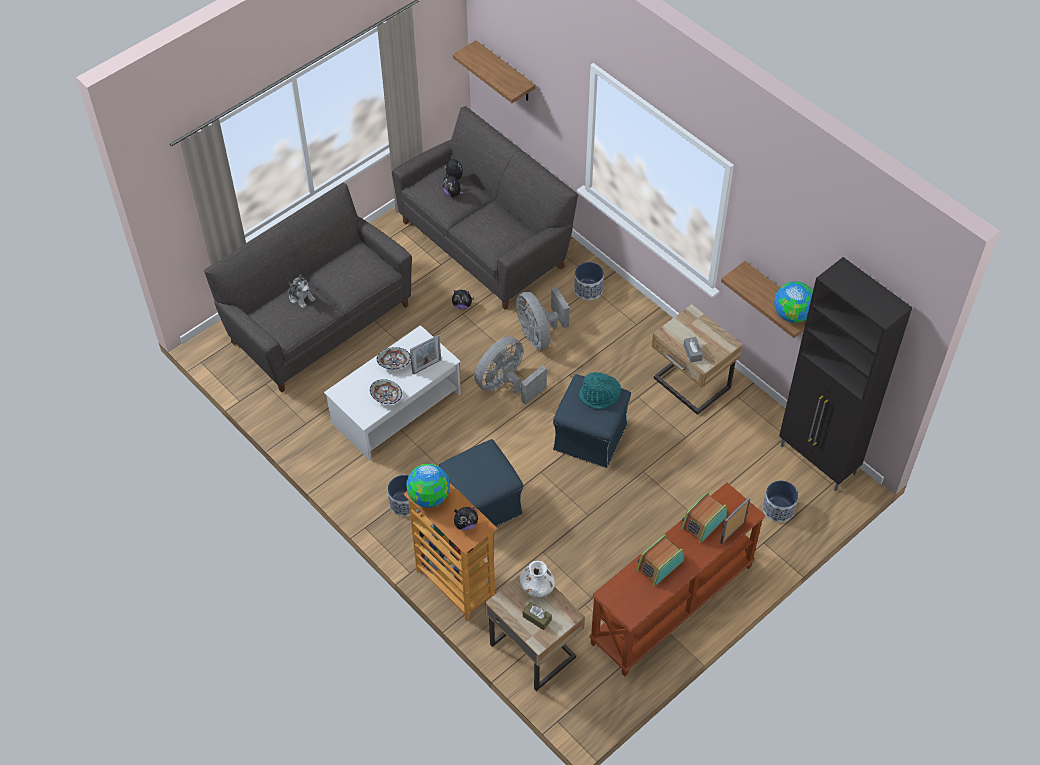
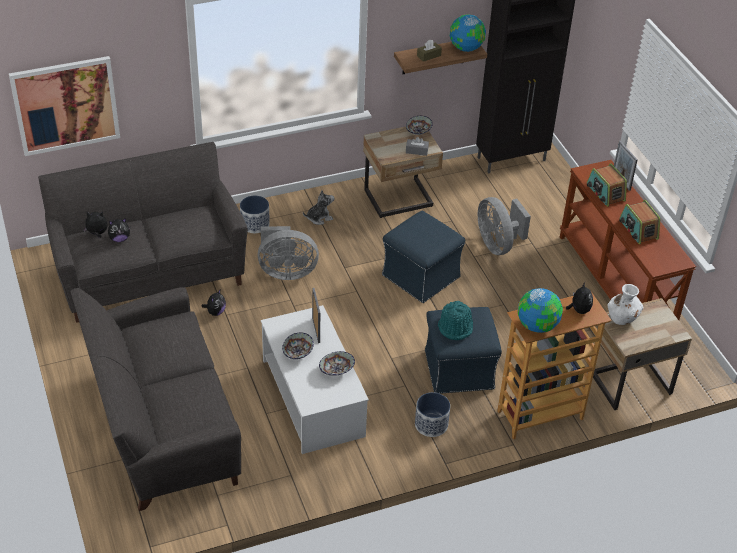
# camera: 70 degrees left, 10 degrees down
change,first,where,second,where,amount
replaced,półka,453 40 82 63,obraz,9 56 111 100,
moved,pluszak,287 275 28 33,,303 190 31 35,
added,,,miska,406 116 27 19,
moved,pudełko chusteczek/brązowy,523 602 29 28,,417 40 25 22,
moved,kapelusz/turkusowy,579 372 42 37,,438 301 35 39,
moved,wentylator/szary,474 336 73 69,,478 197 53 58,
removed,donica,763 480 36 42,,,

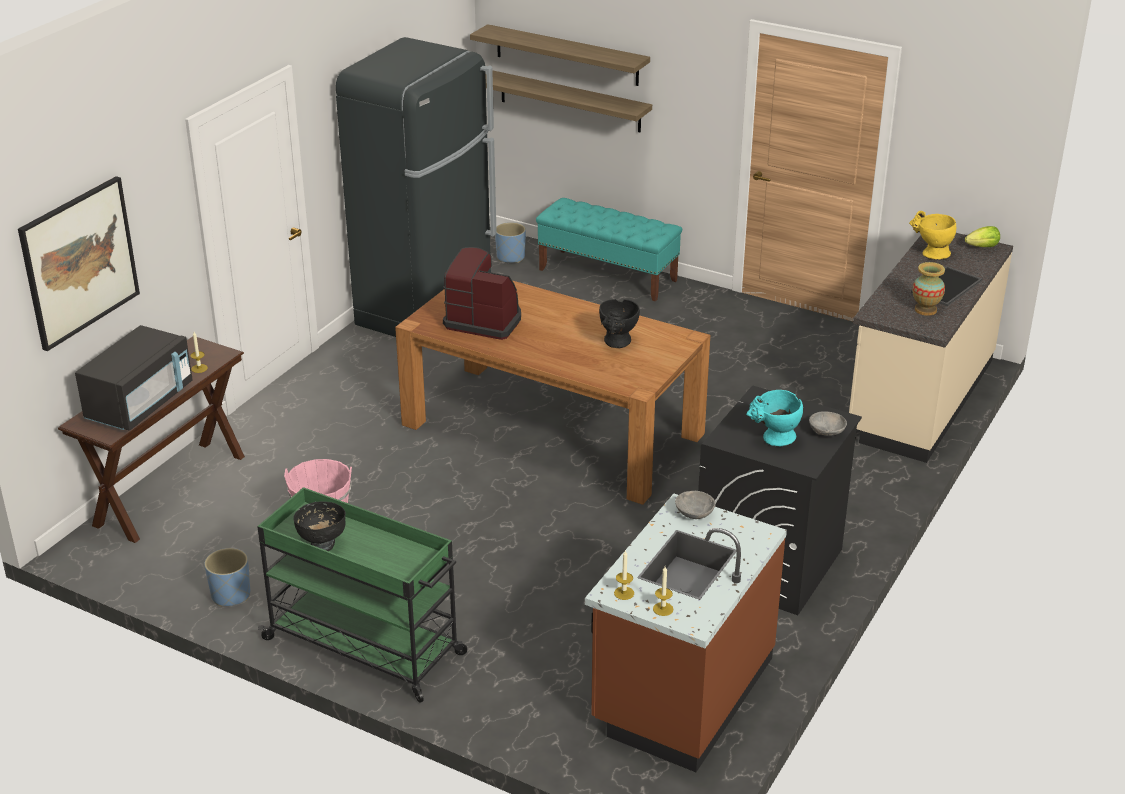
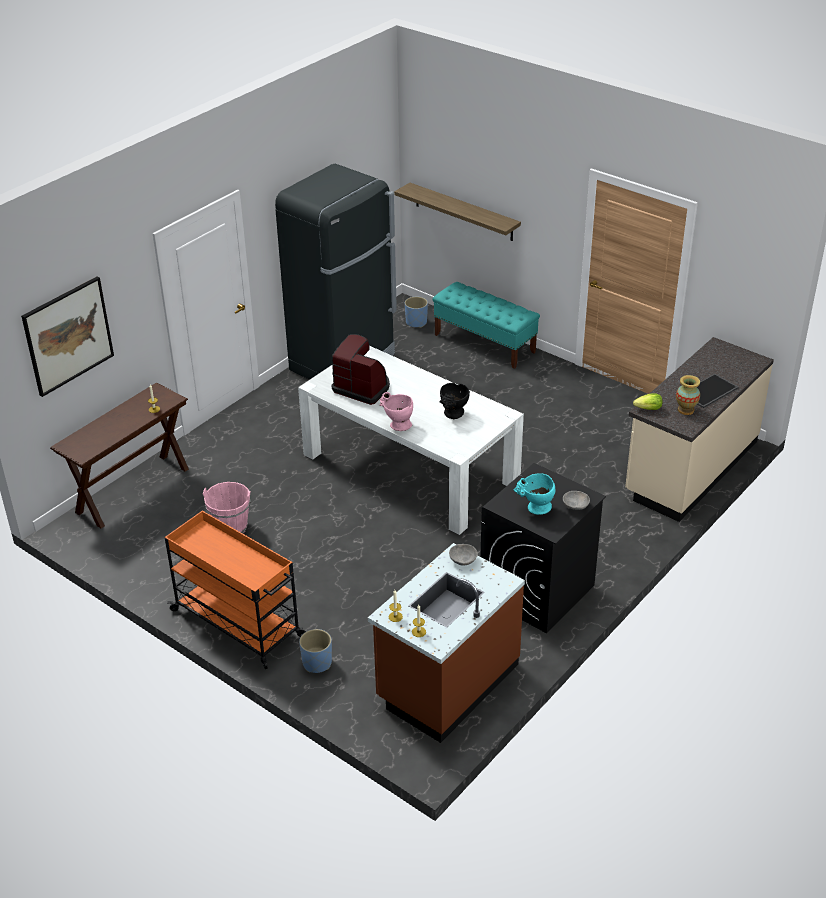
# camera: 10 degrees right, 5 degrees up
change,first,where,second,where,amount
recoloured,wózek/zielony,257 487 210 216,wózek/pomarańczowy,165 511 141 158,
recoloured,stół jadalny/brązowy,395 281 315 224,stół jadalny/biały,298 346 226 189,
moved,donica/niebieski,204 548 46 59,,299 629 33 44,
added,,,wazon/różowy,380 392 33 39,
moved,sałata,965 226 35 21,,633 393 29 17,
removed,mikrofalówka/czarny,75 325 118 106,,,
removed,miska/czarny,293 501 53 50,,,
removed,półka,470 24 180 62,,,
removed,wazon/żółty,909 211 47 49,,,

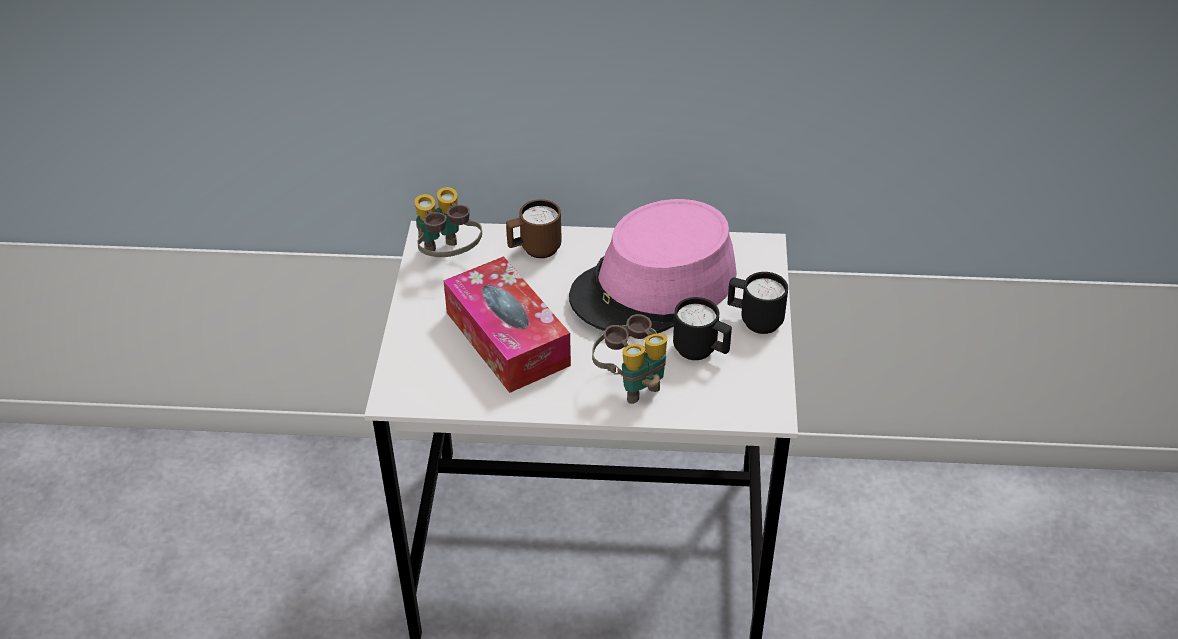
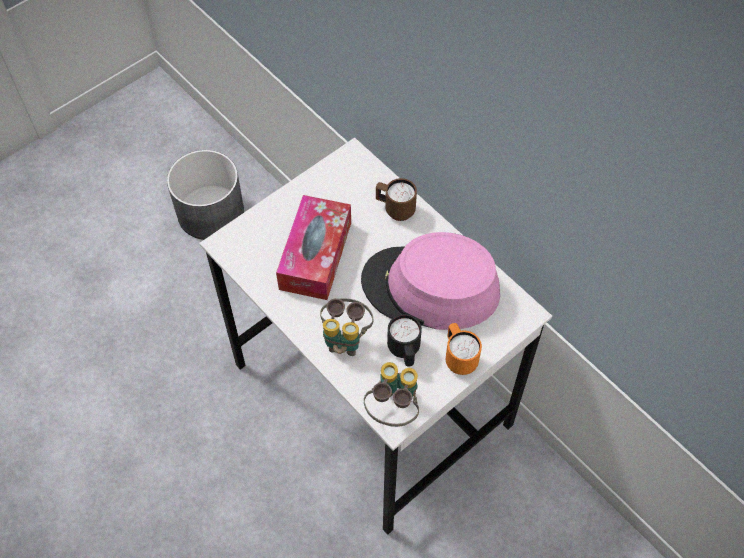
# camera: 45 degrees right, 15 degrees up
change,first,where,second,where,amount
added,,,donica/szary,167 150 77 90,
moved,lornetka,415 187 67 70,,364 362 55 65,
recoloured,kubek/czarny,727 272 61 62,kubek/pomarańczowy,446 323 36 52,

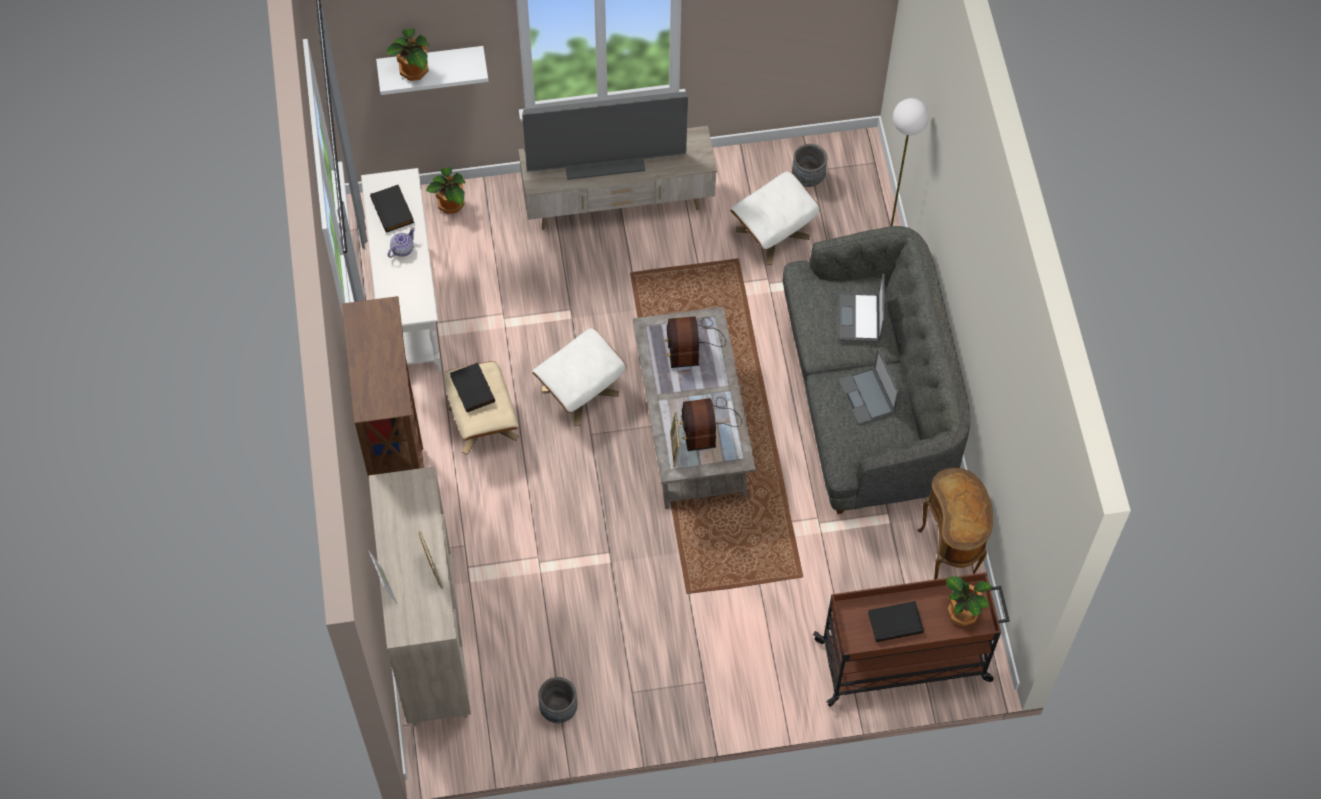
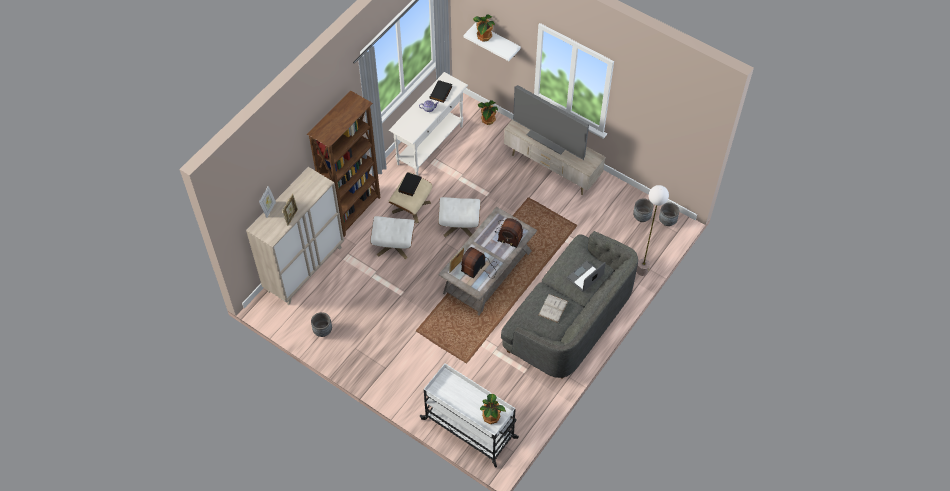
# camera: 45 degrees right, 5 degrees down
change,first,where,second,where,amount
moved,pufa/biały,730 171 90 94,,370 216 45 43,
recoloured,wózek/brązowy,813 572 197 135,wózek/biały,420 363 99 105,
turned,radio,665 316 61 52,,495 218 28 30,105 degrees counterclockwise
replaced,laptop,838 348 62 77,książka/biały,539 294 29 29,
added,,,donica/szary,659 202 21 24,
removed,książka/czarny,868 601 56 41,,,
removed,stolik/brązowy,917 468 76 112,,,

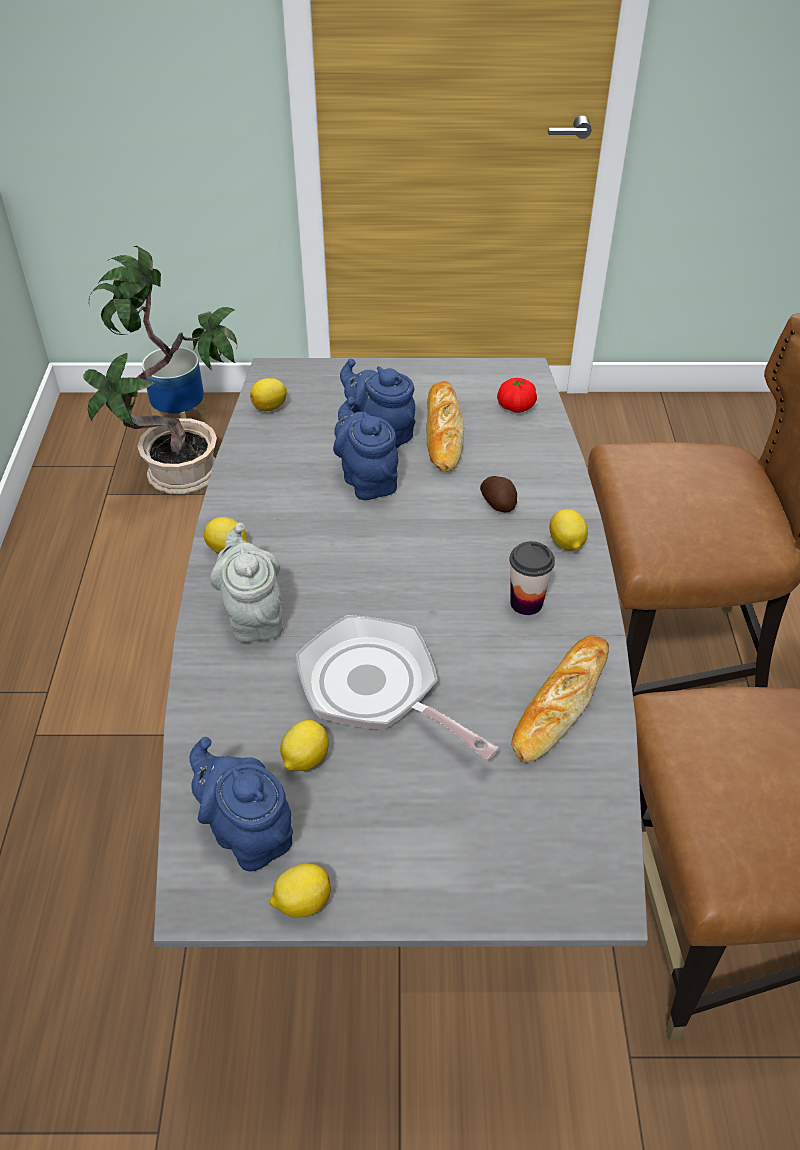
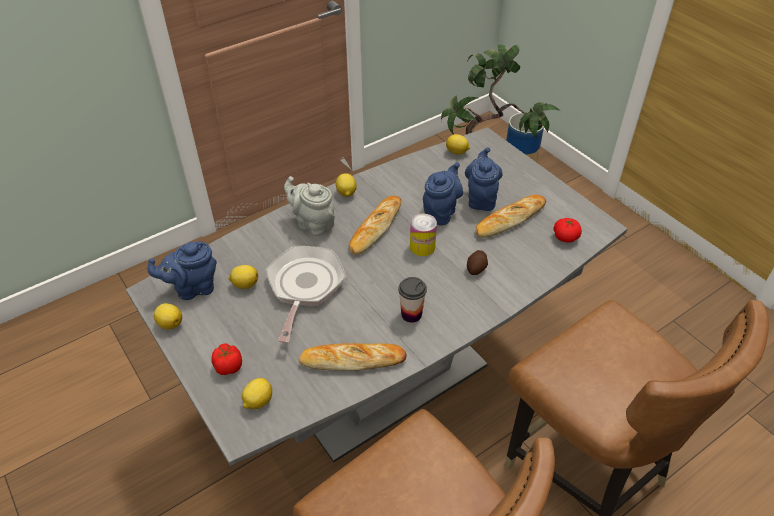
# camera: 55 degrees right, 0 degrees up
change,first,where,second,where,amount
turned,imbryk/niebieski,189 737 104 134,,148 241 69 59,120 degrees counterclockwise
added,,,pomidor,211 344 31 31,
moved,cytryna,550 509 38 42,,242 378 30 31,
turned,imbryk/szary,210 523 73 120,,284 176 51 60,90 degrees counterclockwise
added,,,chleb,349 196 52 59,
added,,,puszka,410 214 27 42,

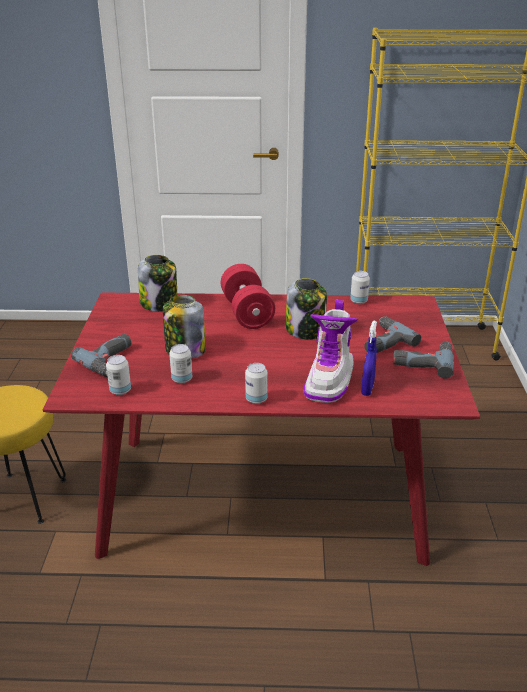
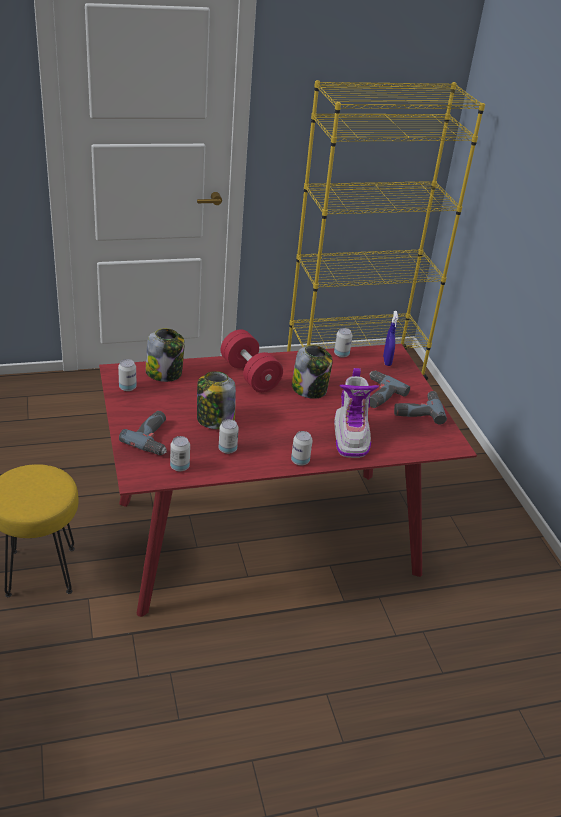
# camera: 20 degrees left, 5 degrees up
change,first,where,second,where,amount
added,,,puszka,118 359 19 32,
moved,spryskiwacz/niebieski,361 321 16 75,,383 311 15 55,

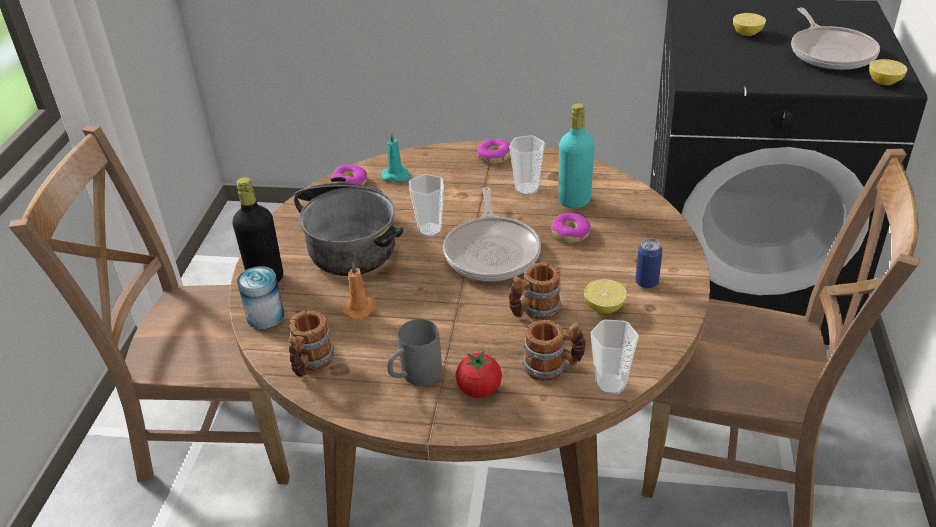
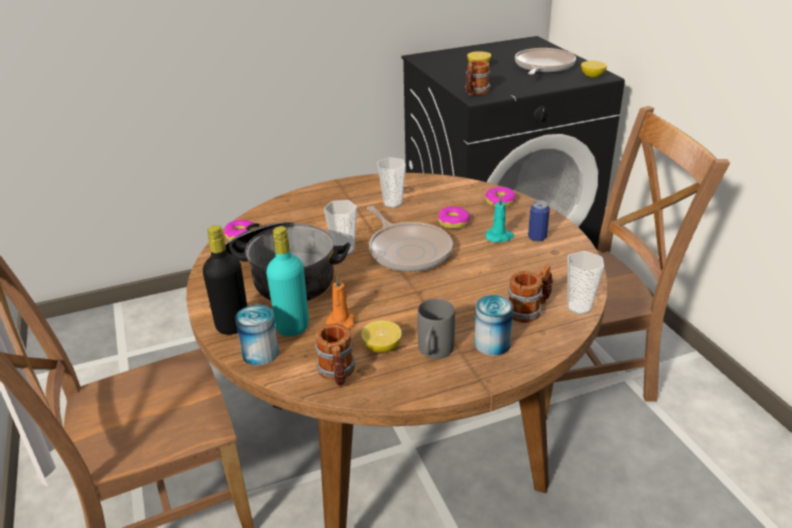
# camera: 30 degrees left, 5 degrees down
change,first,where,second,where,amount
moved,butelka/turkusowy,559 103 36 106,,266 226 43 111,
moved,cytryna,584 279 43 35,,361 320 41 33,
moved,kubek,509 262 52 58,,465 60 26 36,
replaced,pomidor,456 350 46 48,puszka,474 295 39 61,
moved,donut,477 139 34 25,,485 187 31 20,
moved,świeca/turkusowy,382 132 30 50,,485 195 29 47,
turned,patelnia,791 8 89 62,,515 48 61 27,120 degrees counterclockwise

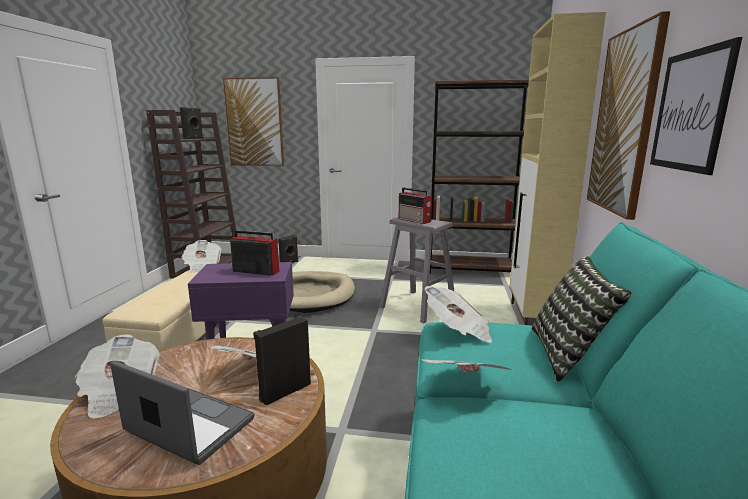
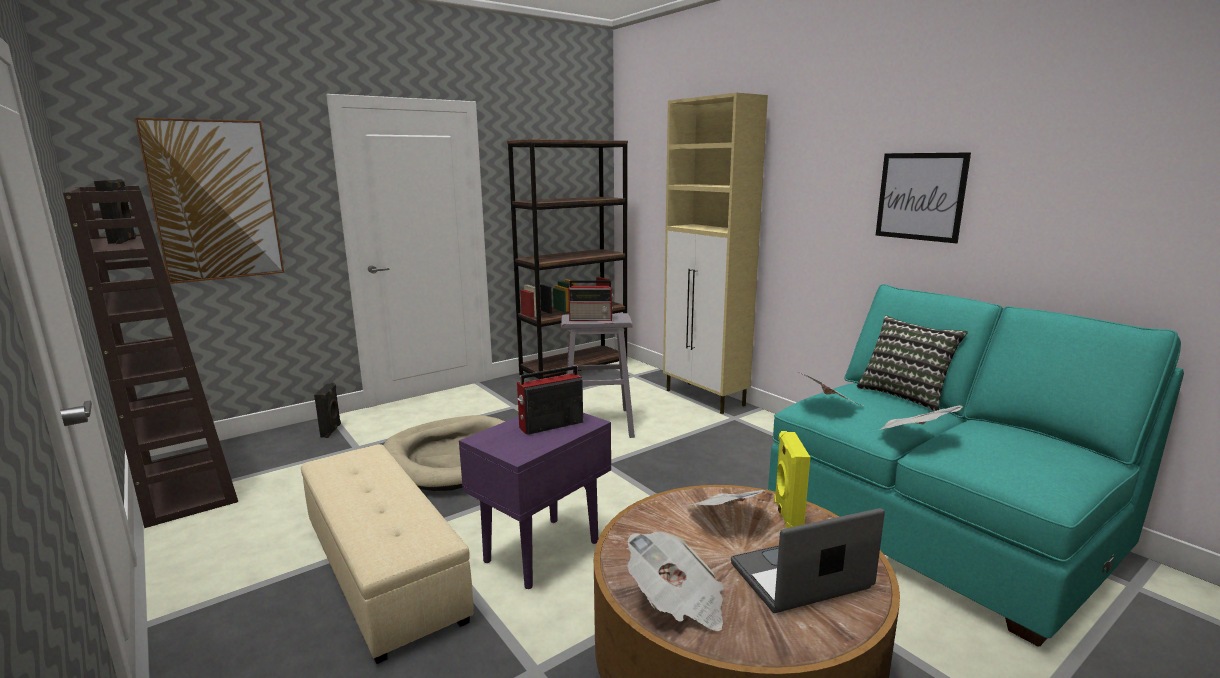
# camera: 45 degrees left, 0 degrees up
change,first,where,second,where,amount
recoloured,głośnik/czarny,253 316 58 90,głośnik/żółty,774 431 36 97,
removed,gazeta,181 240 41 33,,,
removed,obraz,587 11 83 209,,,

